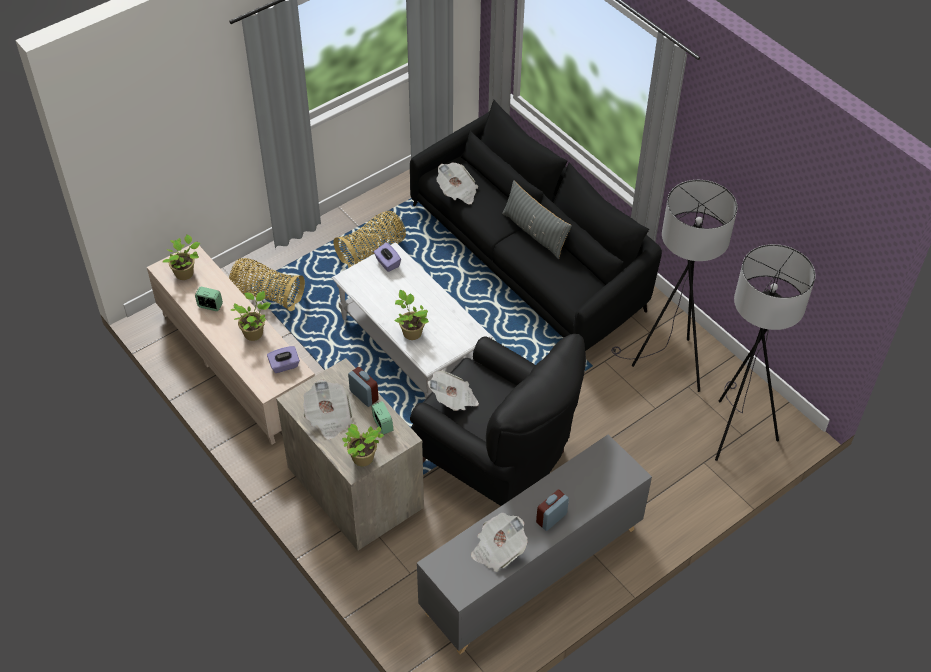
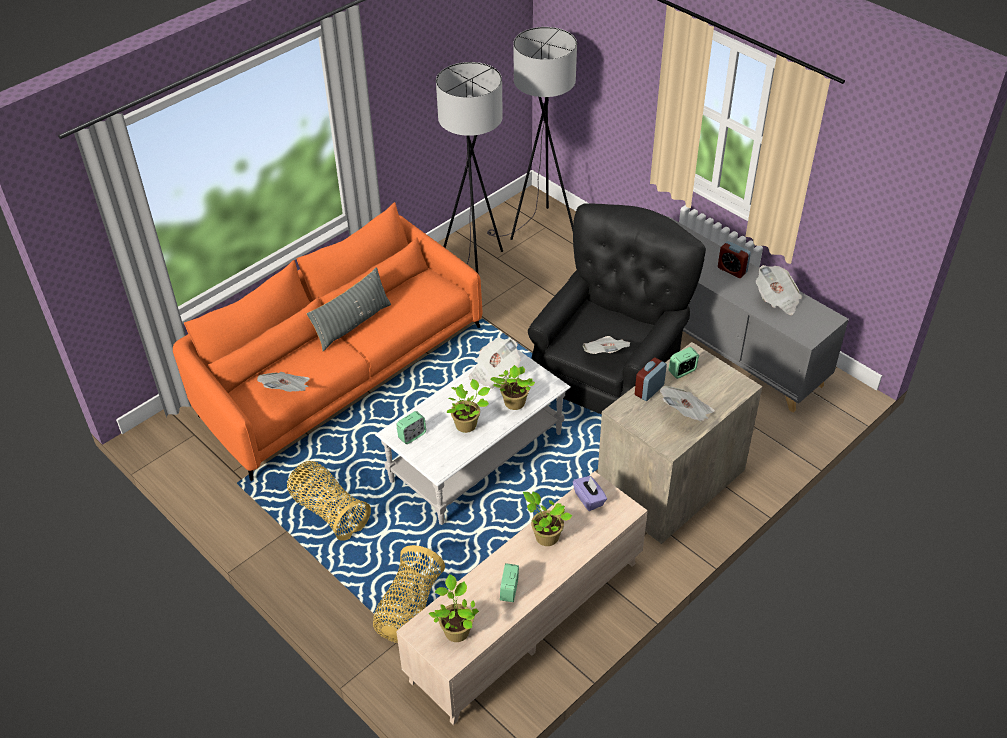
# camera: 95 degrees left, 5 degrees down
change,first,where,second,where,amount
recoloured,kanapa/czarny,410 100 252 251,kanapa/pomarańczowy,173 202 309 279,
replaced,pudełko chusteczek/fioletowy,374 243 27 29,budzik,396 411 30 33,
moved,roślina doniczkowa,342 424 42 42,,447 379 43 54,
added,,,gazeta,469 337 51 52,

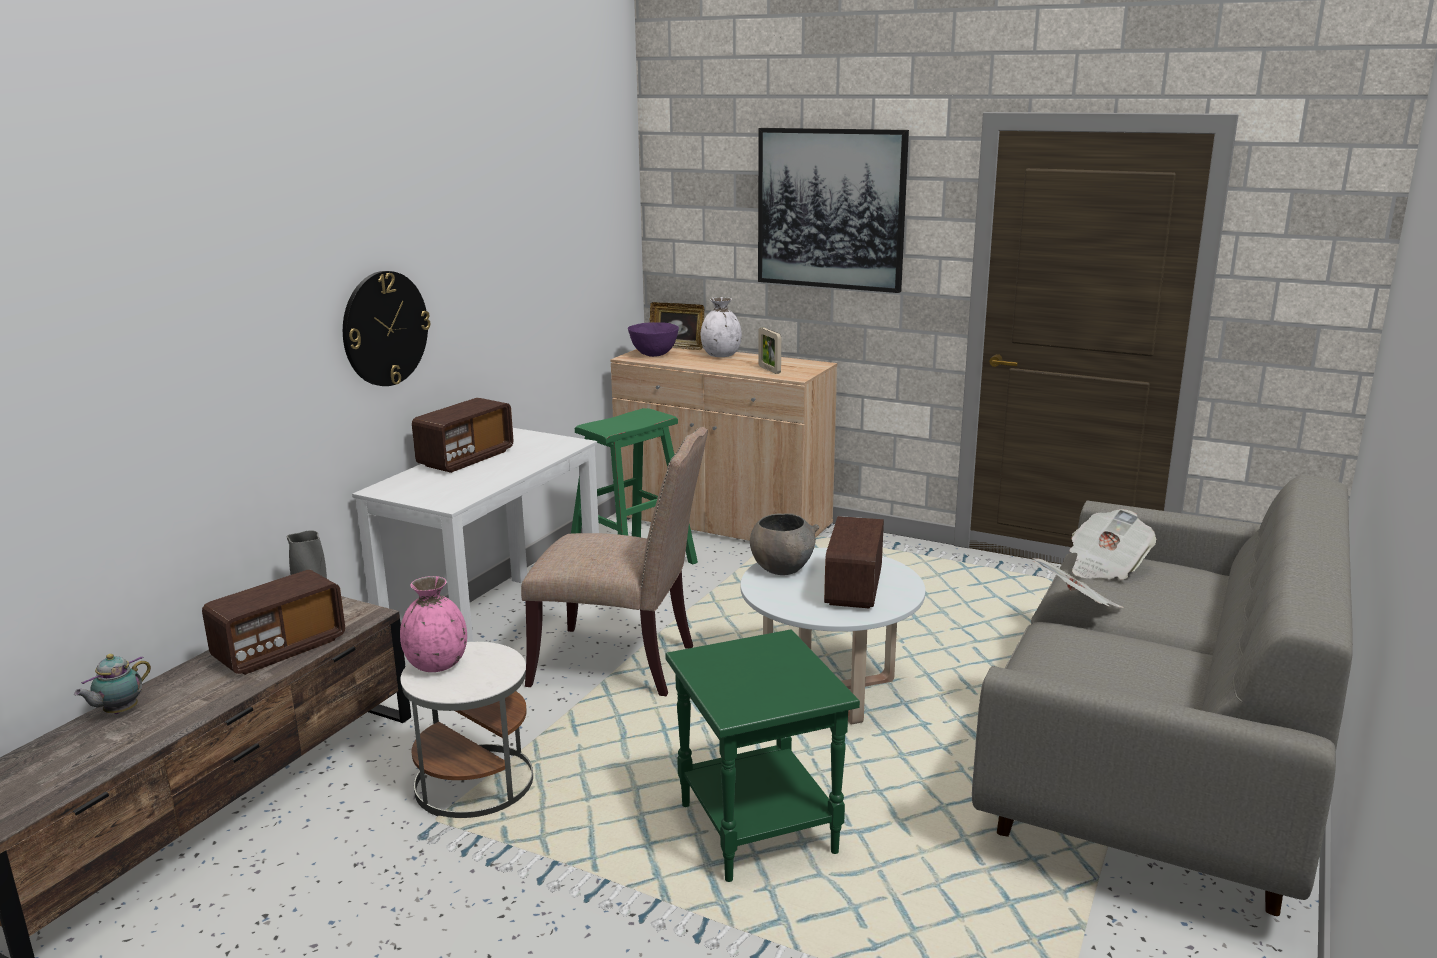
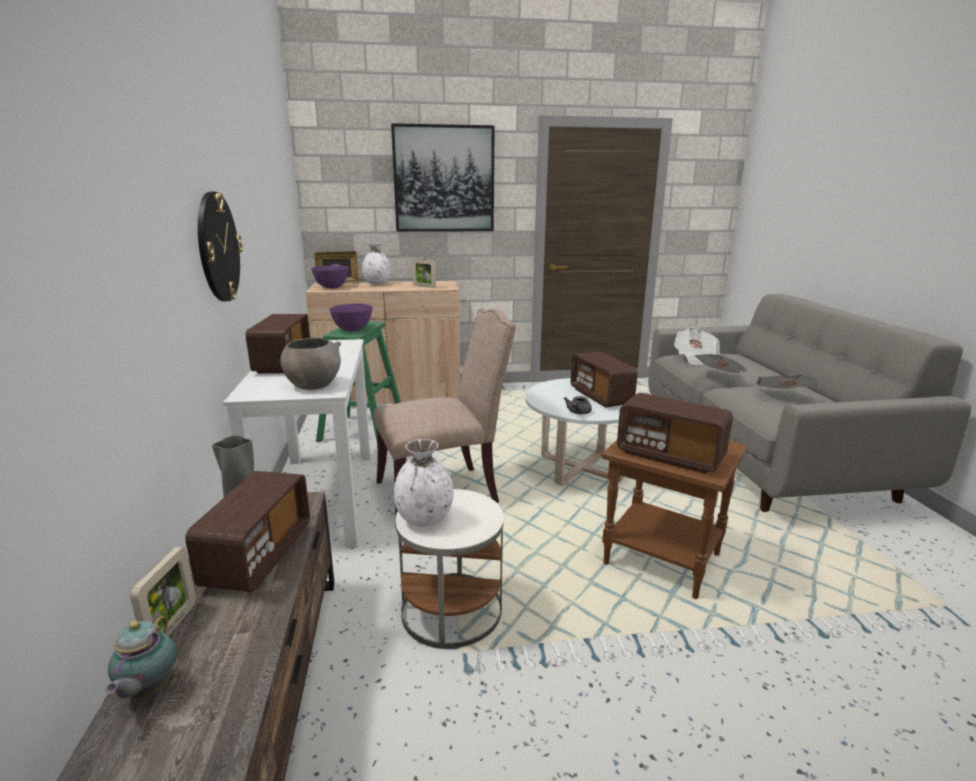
# camera: 35 degrees left, 0 degrees up
change,first,where,second,where,amount
added,,,ramka na zdjęcie,130 547 66 89,
moved,miska/szary,750 513 69 62,,280 337 61 53,
added,,,miska/fioletowy,329 303 44 29,
recoloured,wazon/różowy,400 576 67 96,wazon/biały,394 439 59 88,
added,,,imbryk/szary,563 396 29 18,
recoloured,stolik/zielony,665 629 195 253,stolik/brązowy,602 440 146 159,
added,,,radio,617 393 116 81,
added,,,gazeta,757 375 61 14,

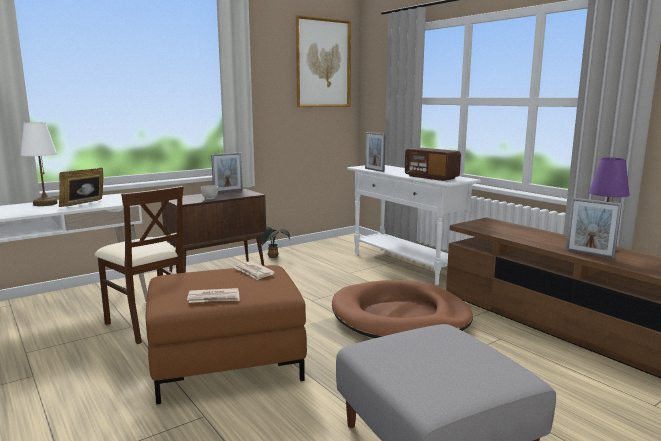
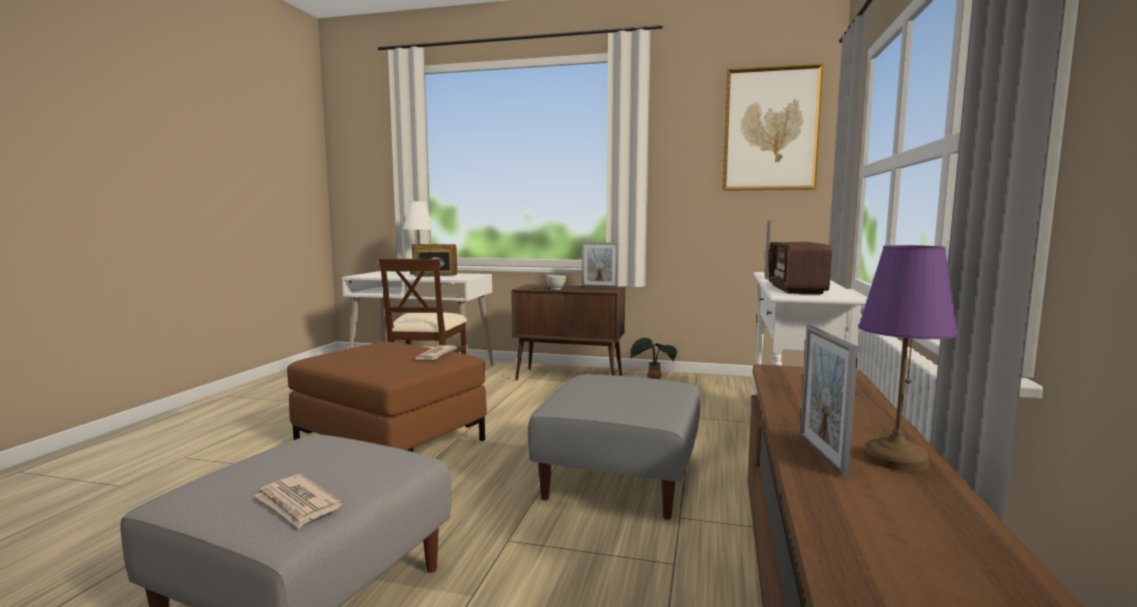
# camera: 50 degrees right, 5 degrees down
change,first,where,second,where,amount
moved,gazeta,187 288 53 15,,254 474 89 54,
replaced,legowisko/brązowy,332 280 141 58,pufa/szary,528 374 172 146,

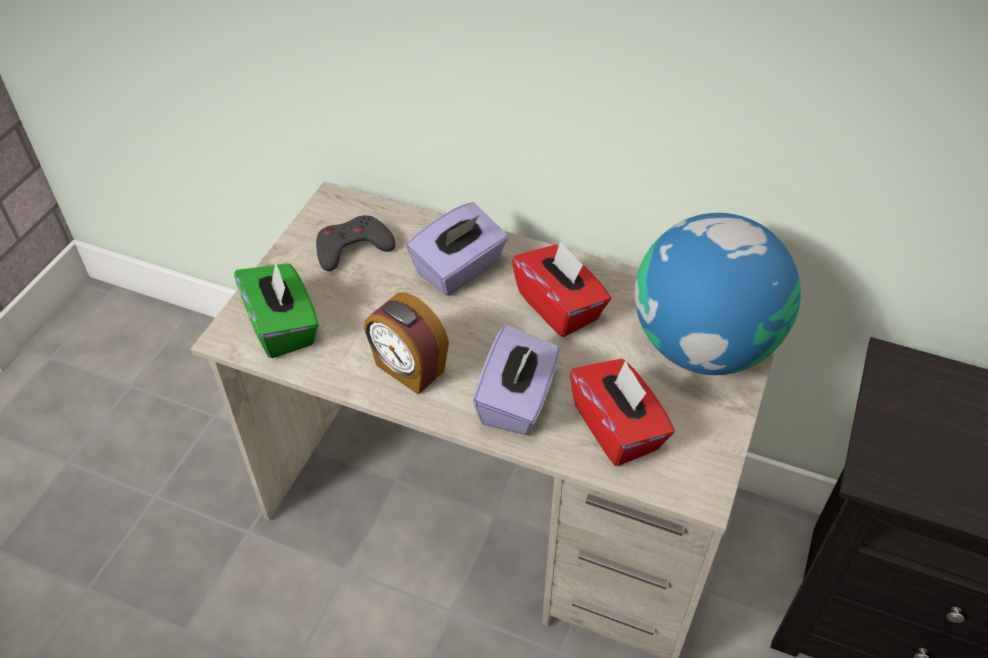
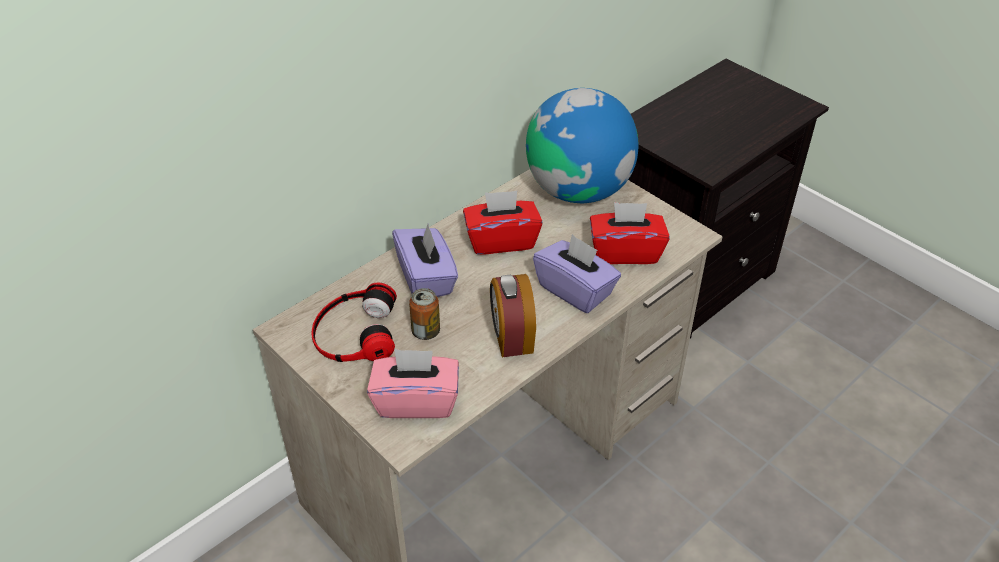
# camera: 65 degrees left, 5 degrees down
change,first,where,second,where,amount
replaced,pad do gier/szary,316 215 80 56,słuchawki,311 282 86 80,
recoloured,pudełko chusteczek/zielony,234 261 85 97,pudełko chusteczek/różowy,367 349 92 69,
added,,,puszka,409 288 31 52,
turned,budzik,364 292 85 103,,490 274 46 83,105 degrees clockwise

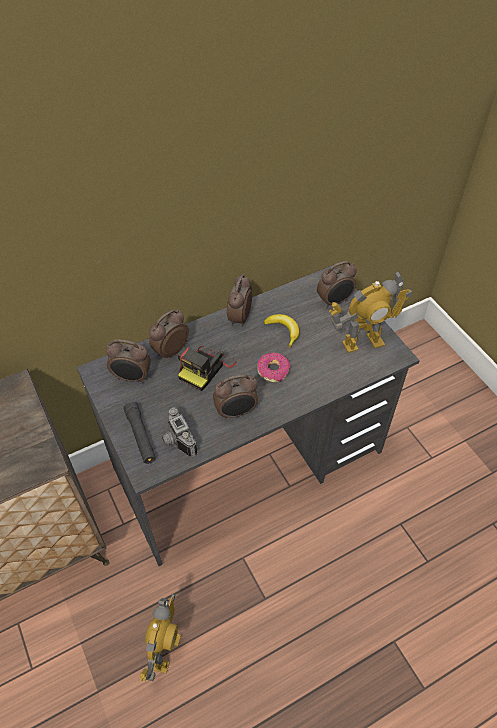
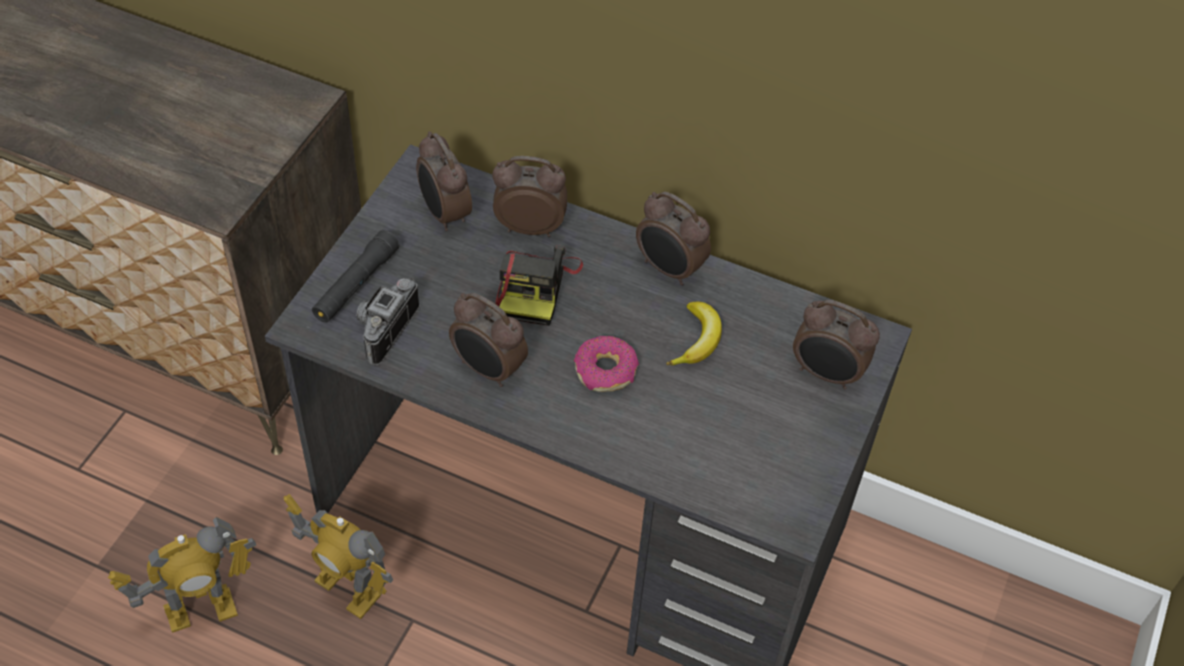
# camera: 50 degrees right, 0 degrees up
change,first,where,second,where,amount
moved,robot zabawkowy,329 271 83 82,,284 494 109 125,
turned,aparat fotograficzny,177 346 59 45,,495 245 88 81,75 degrees counterclockwise
turned,budzik,227 274 25 52,,636 192 75 93,120 degrees counterclockwise

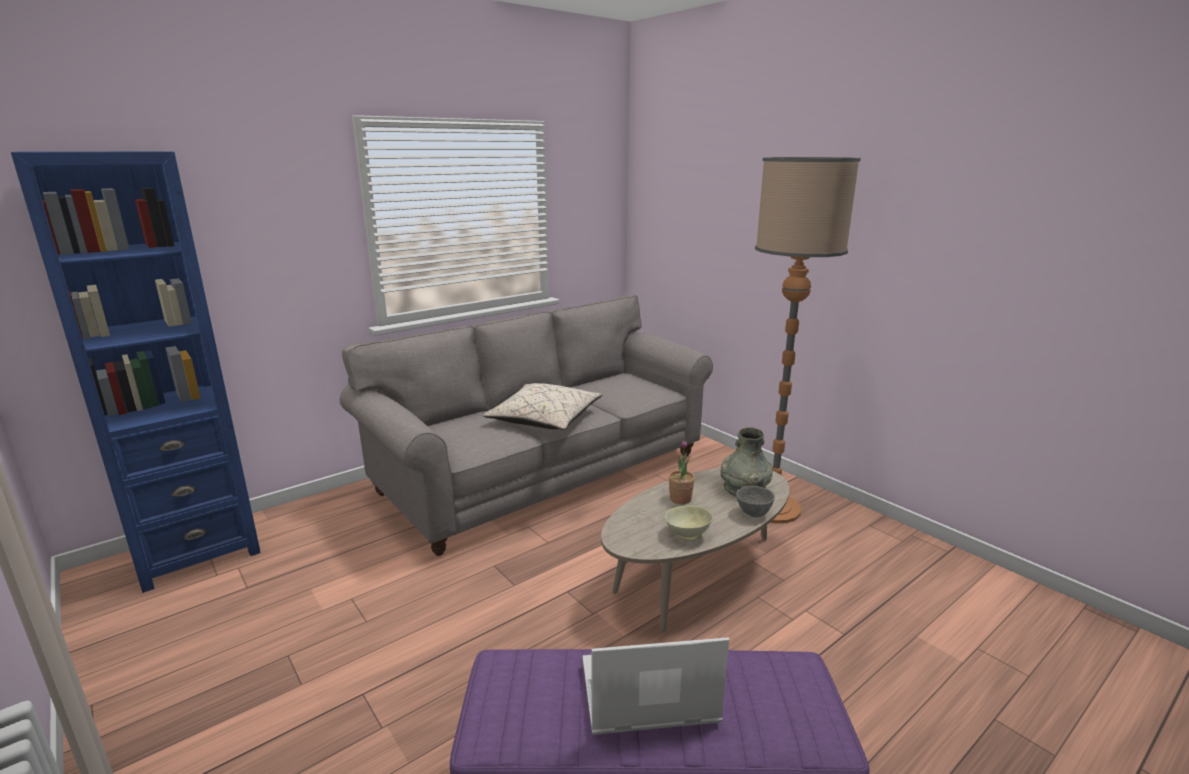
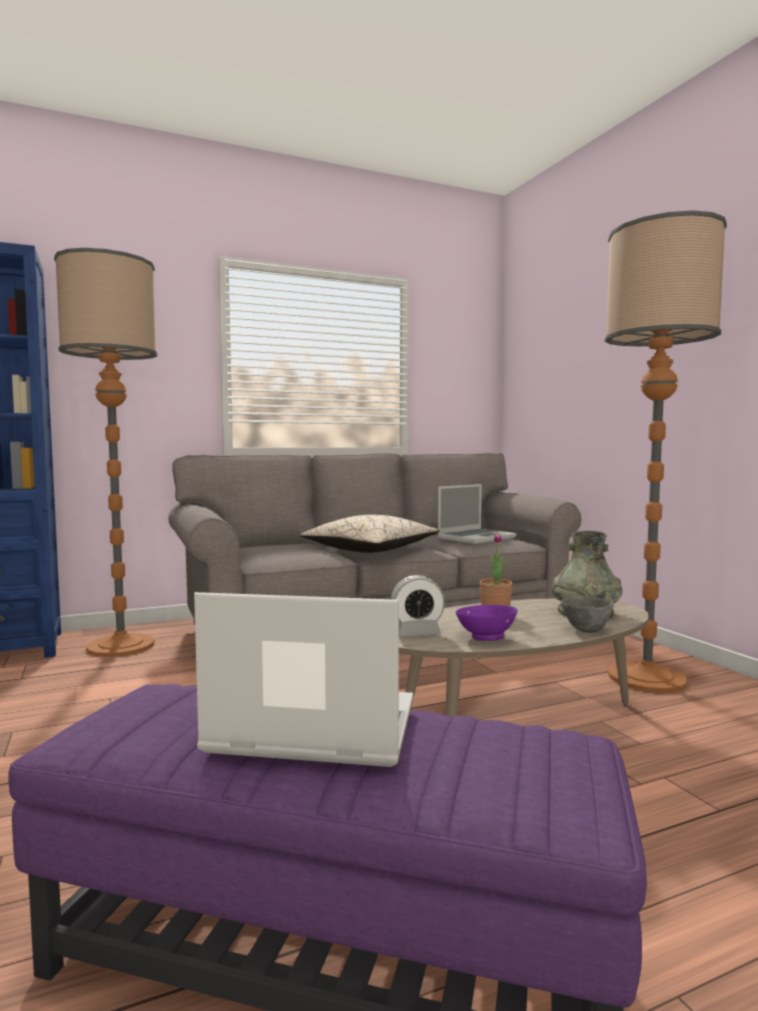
# camera: 15 degrees right, 15 degrees down
change,first,where,second,where,amount
added,,,lampa stojąca,54 248 104 409,
added,,,budzik,391 575 54 61,
added,,,laptop,437 484 80 60,
recoloured,miska/beżowy,665 505 48 36,miska/fioletowy,455 604 63 37,

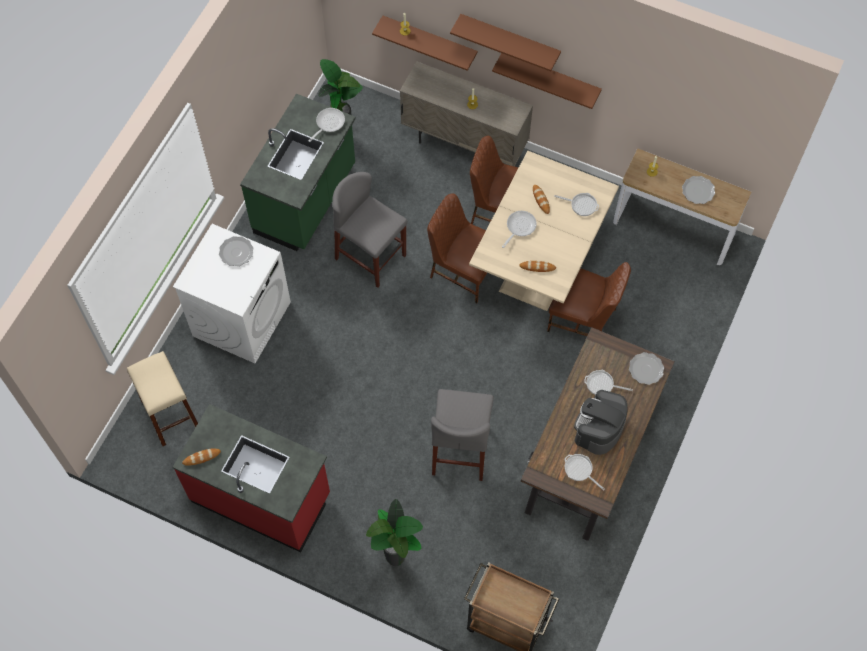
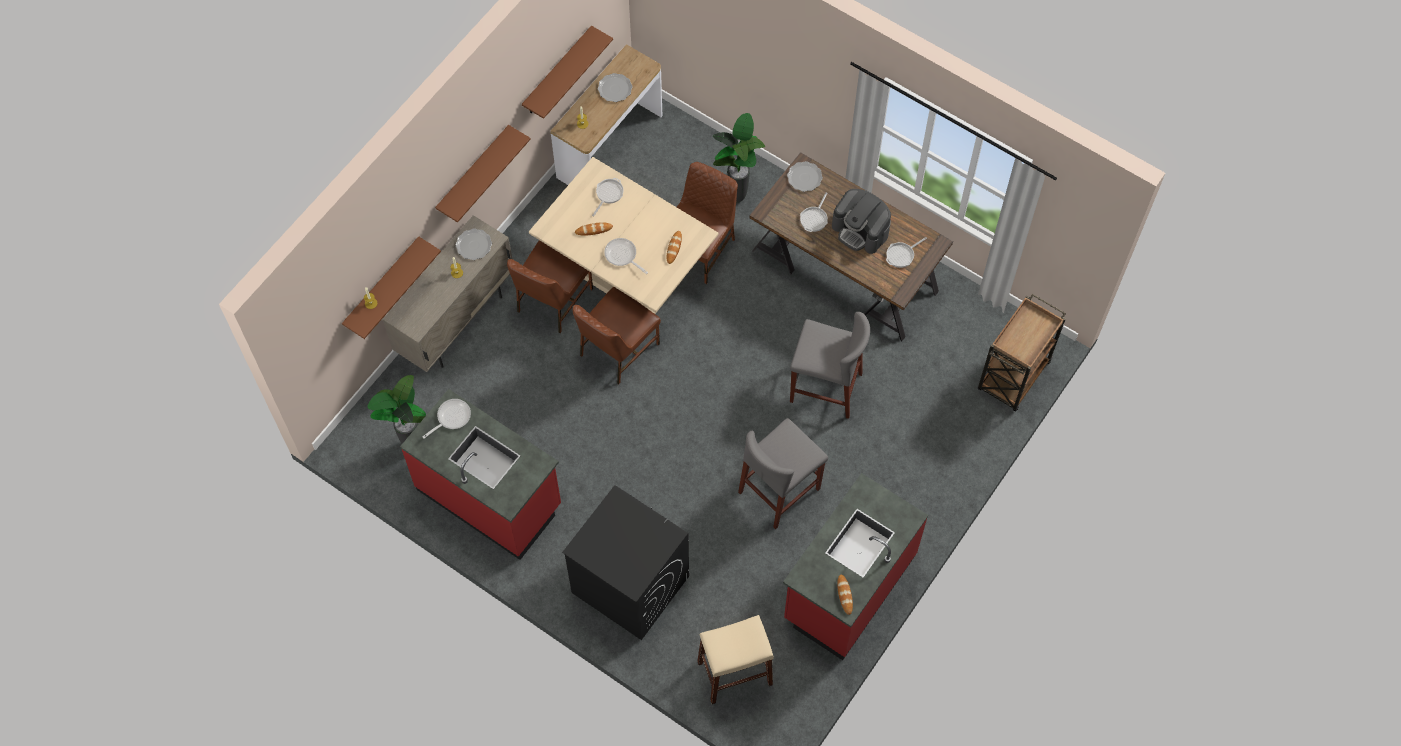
# camera: 80 degrees left, 0 degrees up
change,first,where,second,where,amount
recoloured,zabudowa kuchenna/zielony,240 94 116 157,zabudowa kuchenna/czerwony,400 389 161 171,
turned,patelnia,308 108 37 34,,423 399 48 40,90 degrees clockwise
moved,talerz,219 236 35 30,,456 228 36 32,
moved,półka/brązowy,450 14 111 57,,522 26 91 93,
recoloured,pralka/biały,173 224 118 139,pralka/czarny,562 485 127 155,
moved,roślina doniczkowa,366 499 57 67,,713 113 52 89,
moved,stołek/szary,332 172 75 116,,738 418 90 111,

